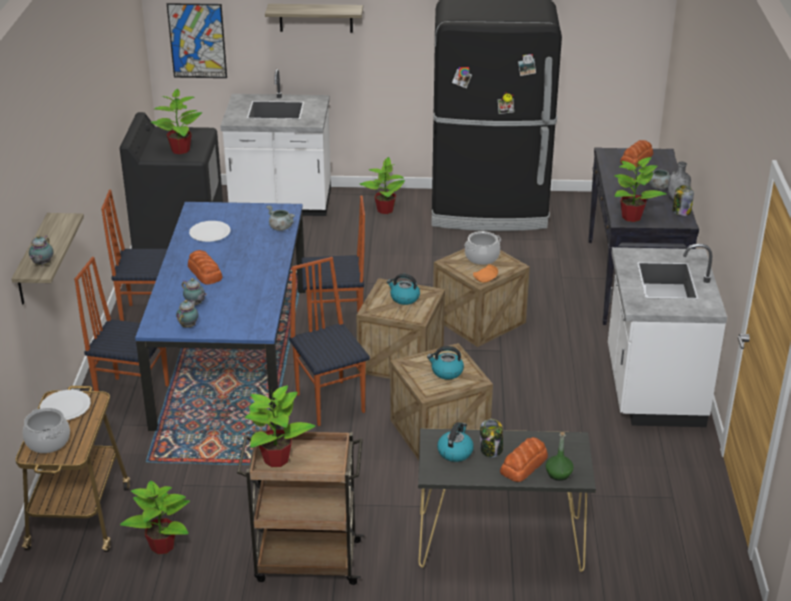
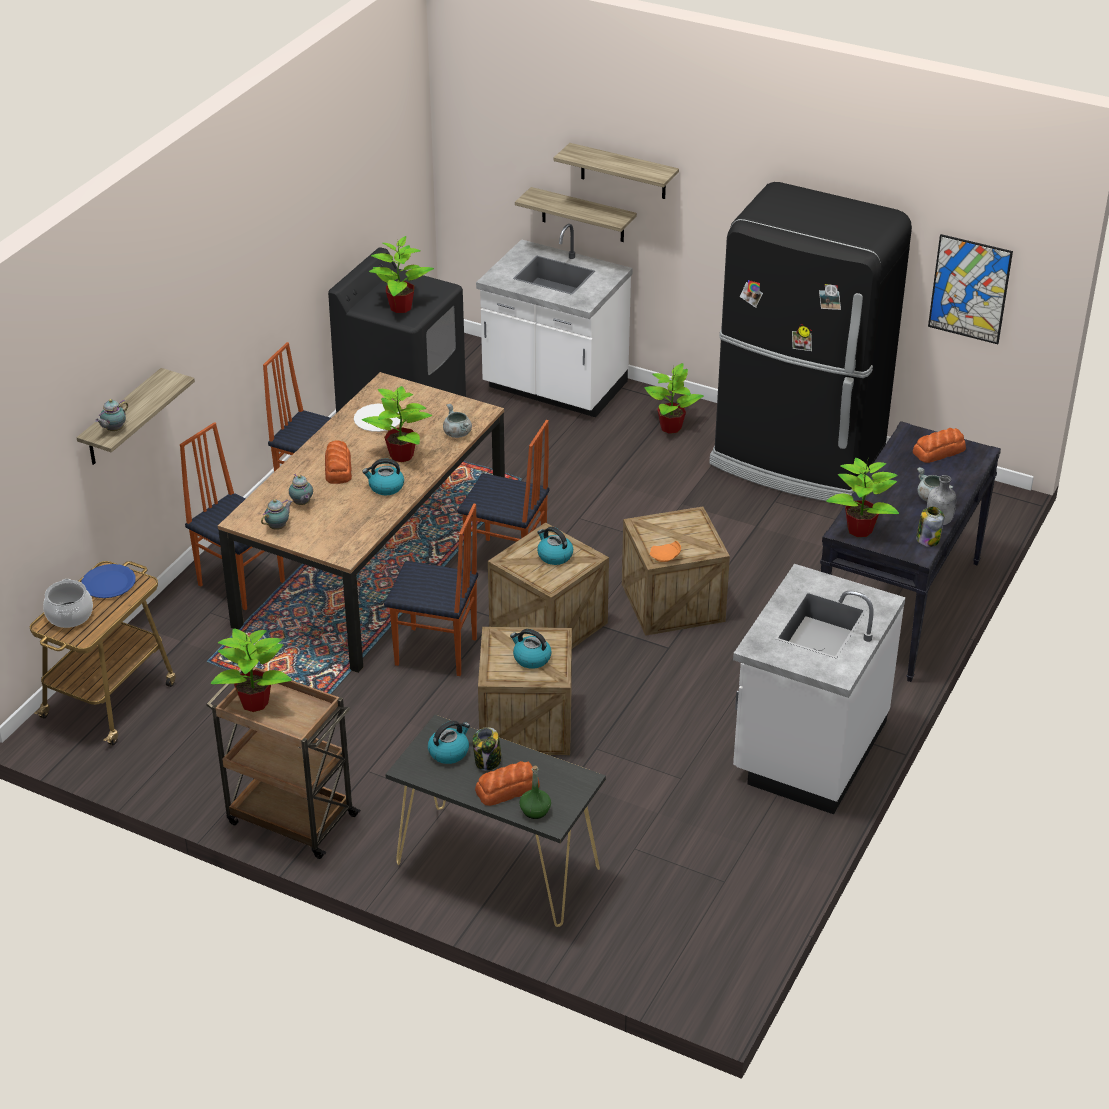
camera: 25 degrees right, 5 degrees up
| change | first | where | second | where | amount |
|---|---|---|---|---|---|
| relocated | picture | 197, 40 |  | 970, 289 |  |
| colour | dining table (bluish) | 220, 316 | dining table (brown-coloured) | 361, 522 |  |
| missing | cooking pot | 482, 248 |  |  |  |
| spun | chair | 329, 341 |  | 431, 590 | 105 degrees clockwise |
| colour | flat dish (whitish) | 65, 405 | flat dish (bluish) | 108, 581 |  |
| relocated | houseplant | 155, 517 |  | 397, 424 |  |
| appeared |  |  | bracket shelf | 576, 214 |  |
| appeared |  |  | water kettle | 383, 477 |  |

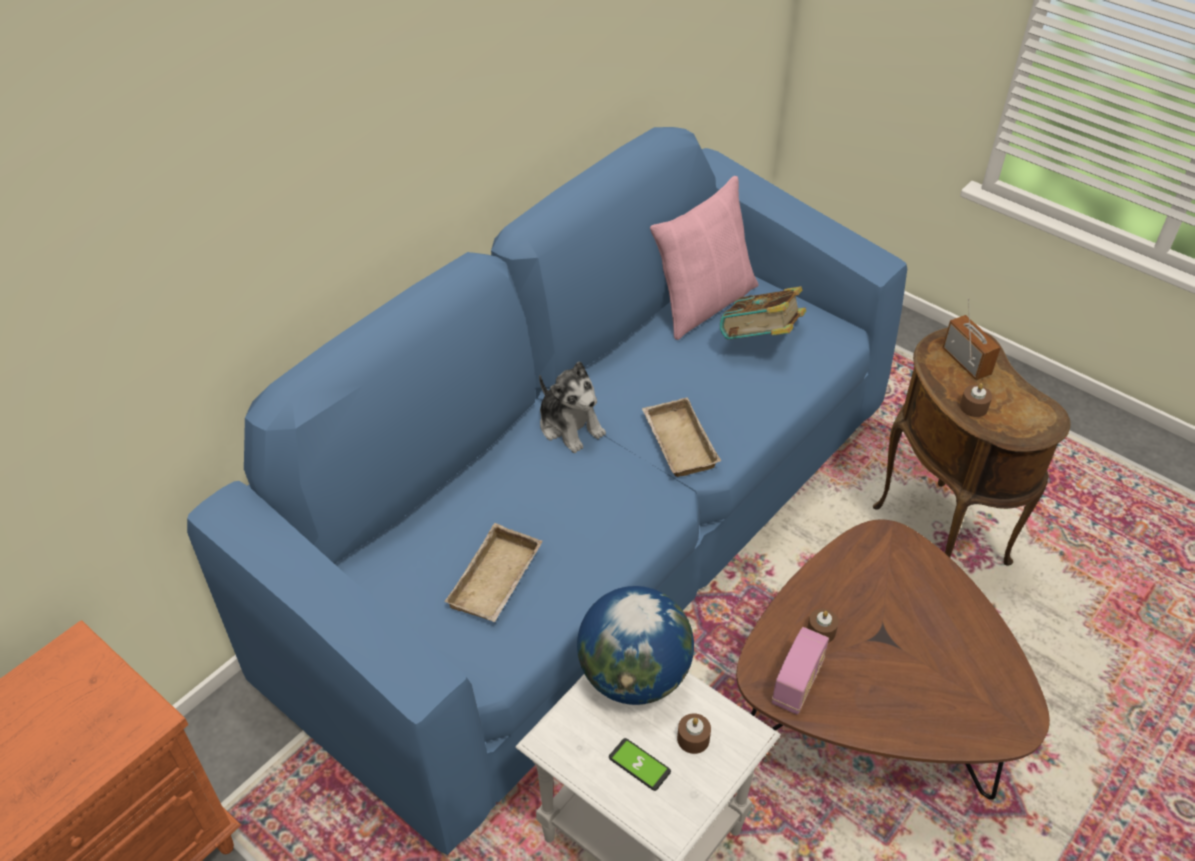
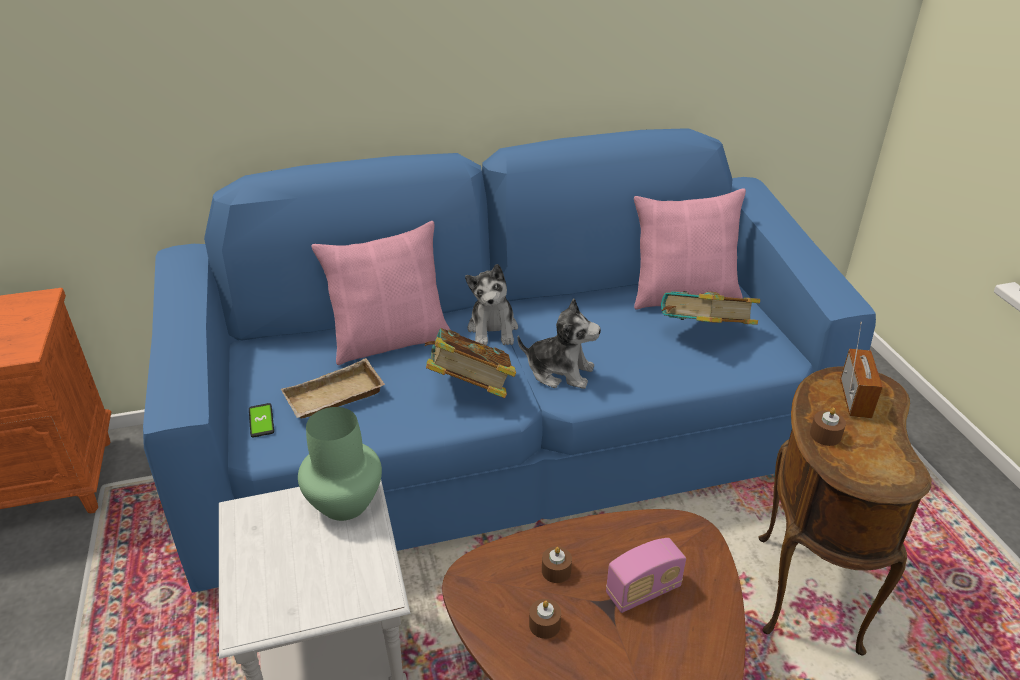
camera: 35 degrees right, 10 degrees down
| change | first | where | second | where | amount |
|---|---|---|---|---|---|
| exchanged | carrying tray (sand-coloured) | 681, 437 | soft toy | 559, 343 |  |
| exchanged | desk globe | 635, 645 | vase (green-coloured) | 340, 464 |  |
| relocated | radio set | 800, 671 |  | 646, 575 |  |
| relocated | wax candle (brown-coloured) | 694, 733 |  | 545, 619 |  |
| relocated | handset | 640, 764 |  | 261, 420 |  |
| appeared |  |  | cushion (pink-coloured) | 380, 293 |  |
| appeared |  |  | bound book | 470, 363 |  |

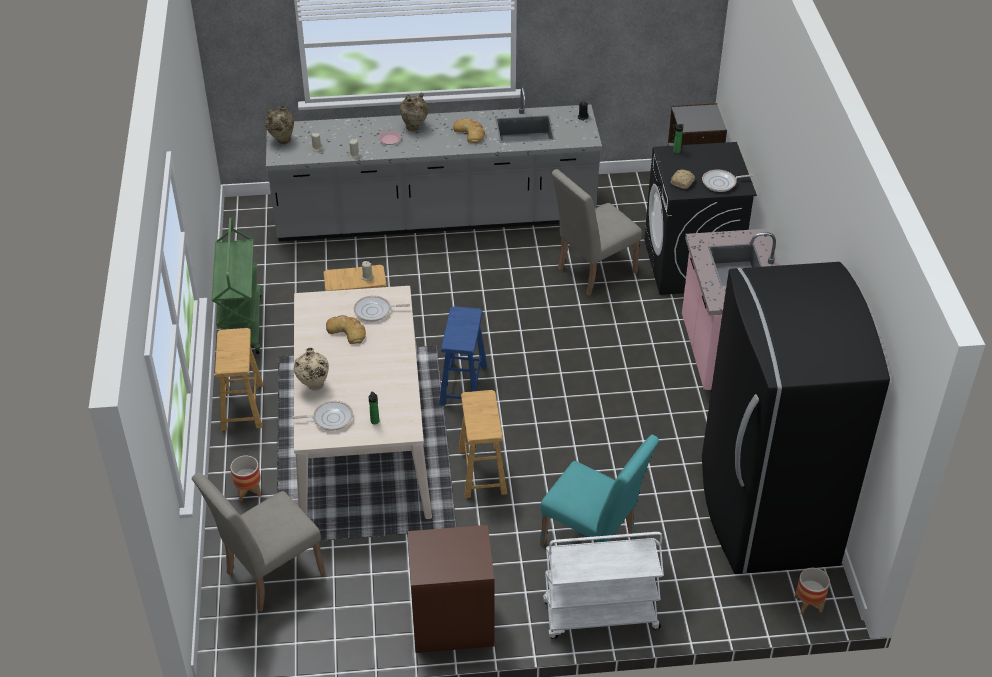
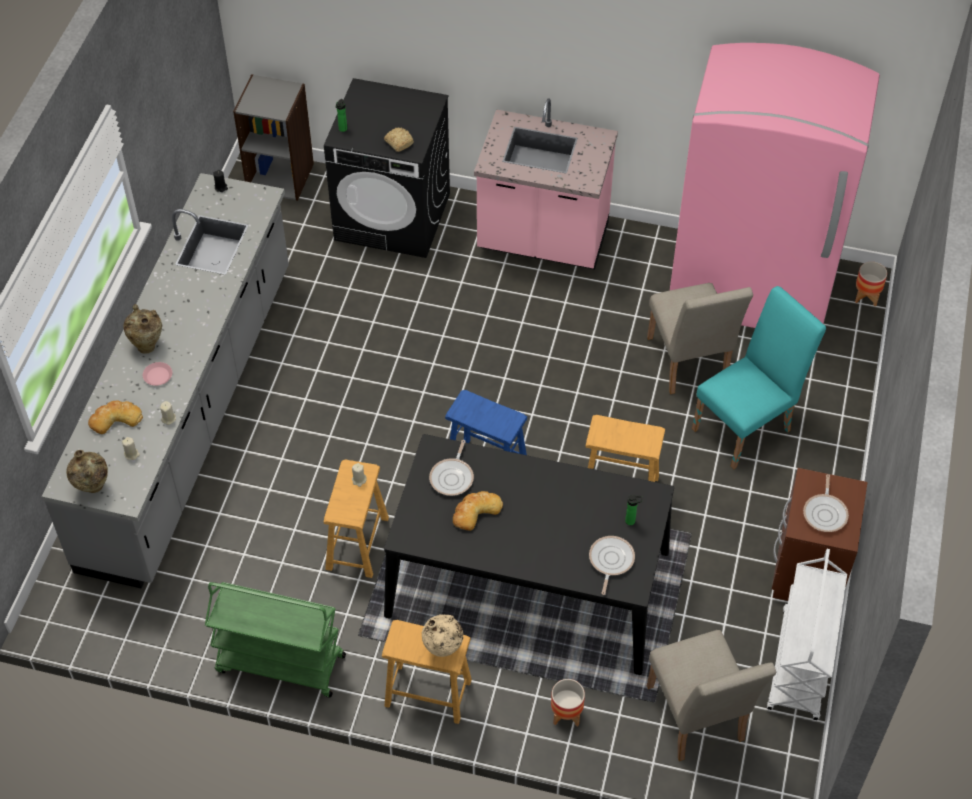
camera: 70 degrees left, 10 degrees up
| change | first | where | second | where | amount |
|---|---|---|---|---|---|
| relocated | bakery bread | 469, 131 |  | 115, 417 |  |
| relocated | chair (sand-coloured) | 596, 232 |  | 700, 338 |  |
| relocated | skillet | 727, 180 |  | 826, 503 |  |
| colour | fridge (black) | 796, 418 | fridge (pink-coloured) | 775, 185 |  |
| colour | dining table (sand-coloured) | 363, 402 | dining table (black) | 529, 554 |  |
| relocated | vase (sand-coloured) | 311, 368 |  | 442, 635 |  |
| relocated | trolley (whitish) | 603, 585 |  | 807, 634 |  |

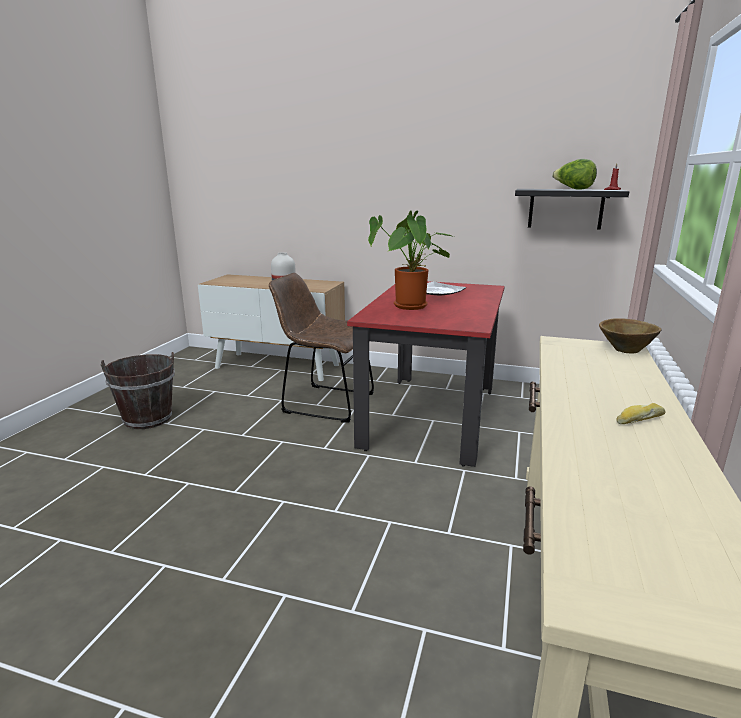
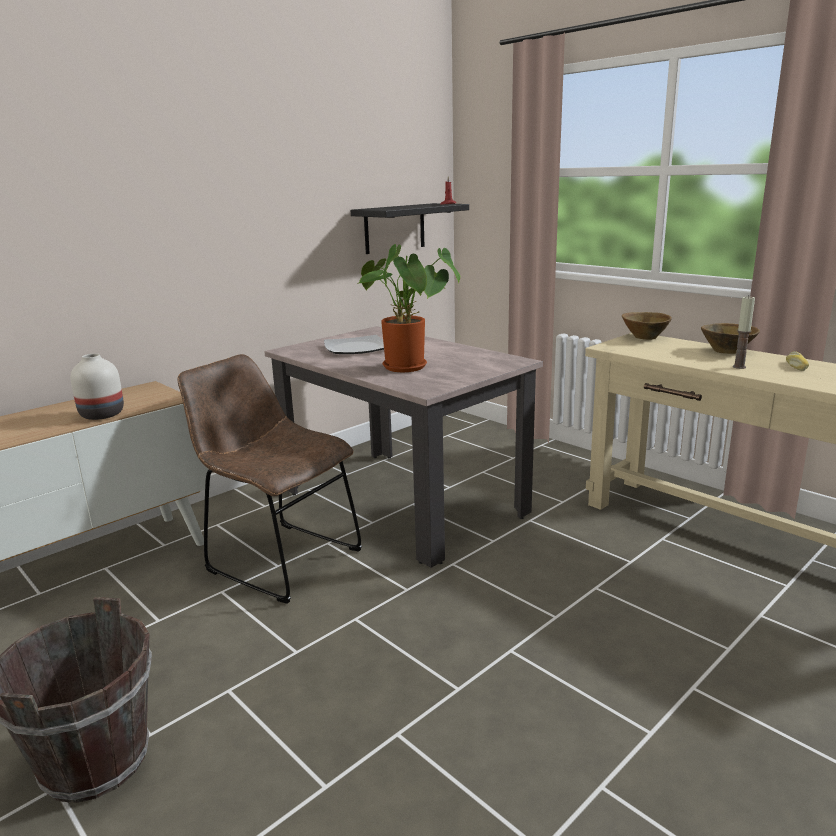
camera: 60 degrees left, 0 degrees up
| change | first | where | second | where | amount |
|---|---|---|---|---|---|
| missing | lettuce | 574, 174 |  |  |  |
| spun | chair (brown-coloured) | 321, 348 |  | 269, 479 | 75 degrees clockwise |
| colour | dining table (red-coloured) | 426, 374 | dining table (sand-coloured) | 403, 447 |  |
| appeared |  |  | wax candle | 744, 332 |  |
| appeared |  |  | bowl (brown-coloured) | 730, 338 |  |

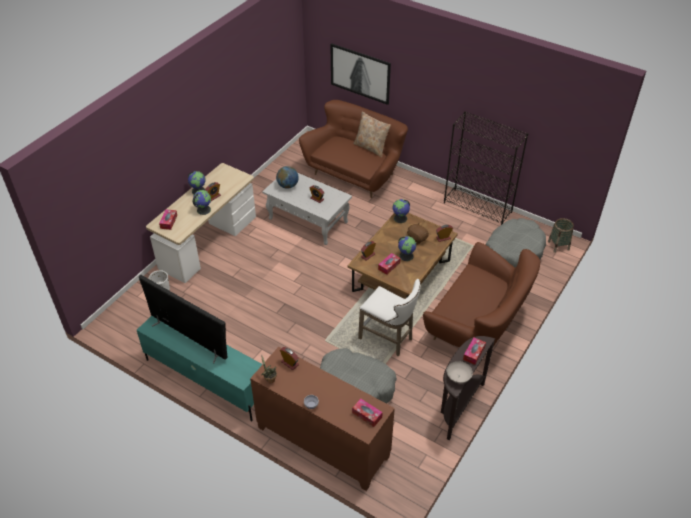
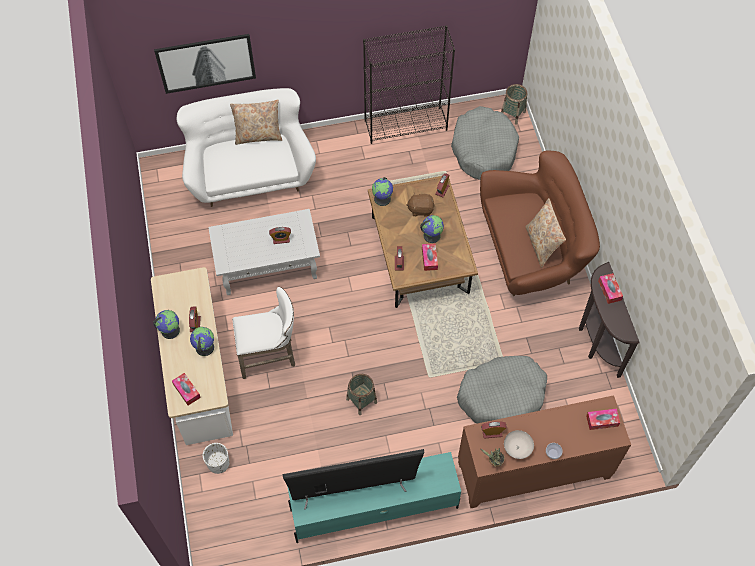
camera: 45 degrees left, 15 degrees up
| change | first | where | second | where | amount |
|---|---|---|---|---|---|
| colour | settee (brown-coloured) | 353, 149 | settee (whitish) | 246, 147 |  |
| missing | desk globe | 287, 177 |  |  |  |
| relocated | stool seat (whitish) | 389, 317 |  | 263, 333 |  |
| relocated | bowl (whitish) | 460, 372 |  | 519, 444 |  |
| appeared |  |  | cushion (sand-coloured) | 545, 233 |  |
| appeared |  |  | basket | 361, 394 |  |

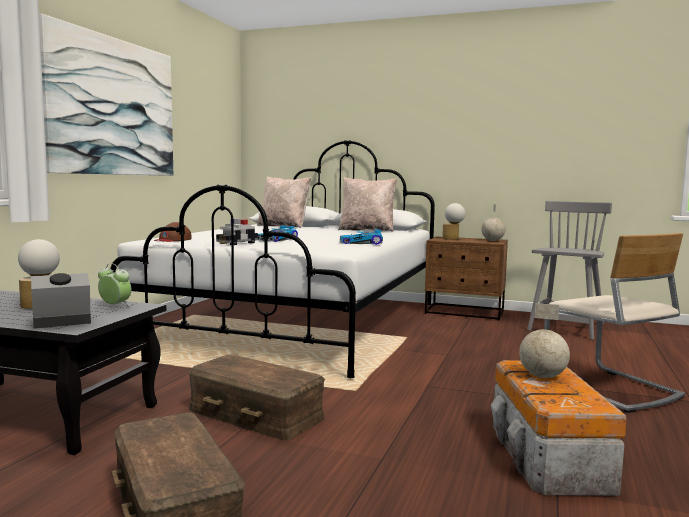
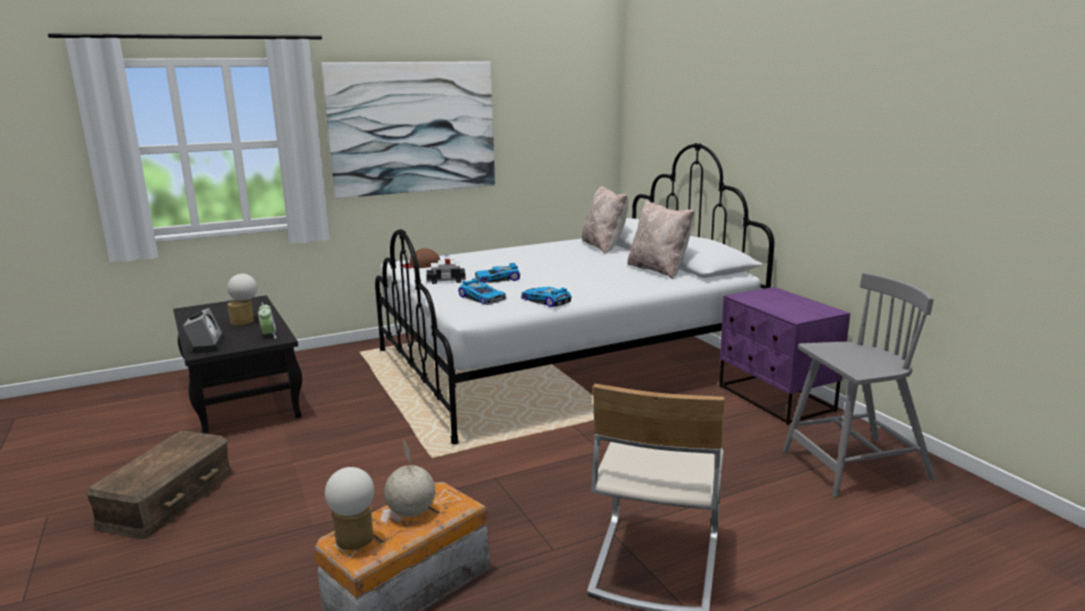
camera: 45 degrees right, 10 degrees up
| change | first | where | second | where | amount |
|---|---|---|---|---|---|
| relocated | lamp for a table | 453, 221 |  | 349, 508 |  |
| missing | desk globe | 493, 222 |  |  |  |
| colour | nightstand (brown-coloured) | 466, 279 | nightstand (purplish) | 784, 356 |  |
| spun | table clock | 61, 301 |  | 204, 331 | 60 degrees clockwise |
| missing | storage bin (brown-coloured) | 257, 397 |  |  |  |
| appeared |  |  | toy car | 482, 292 |  |

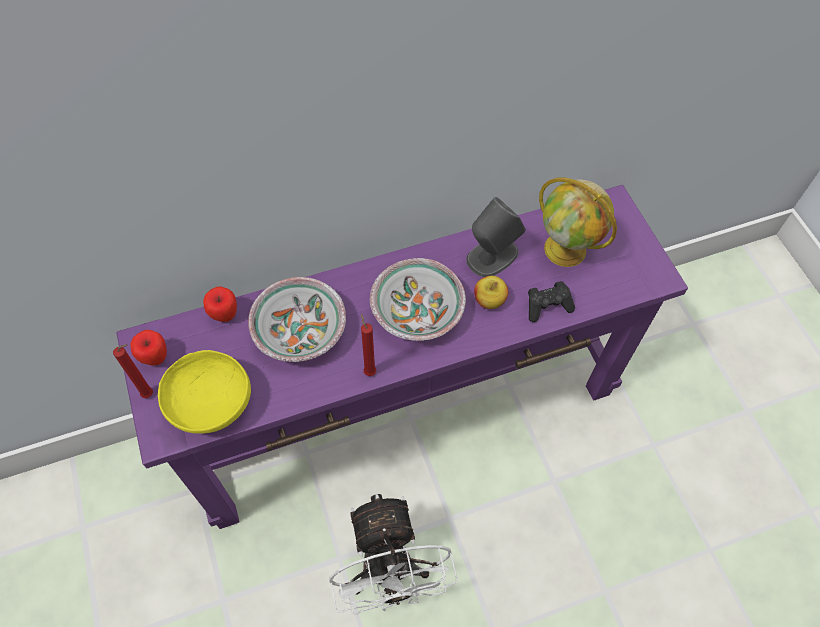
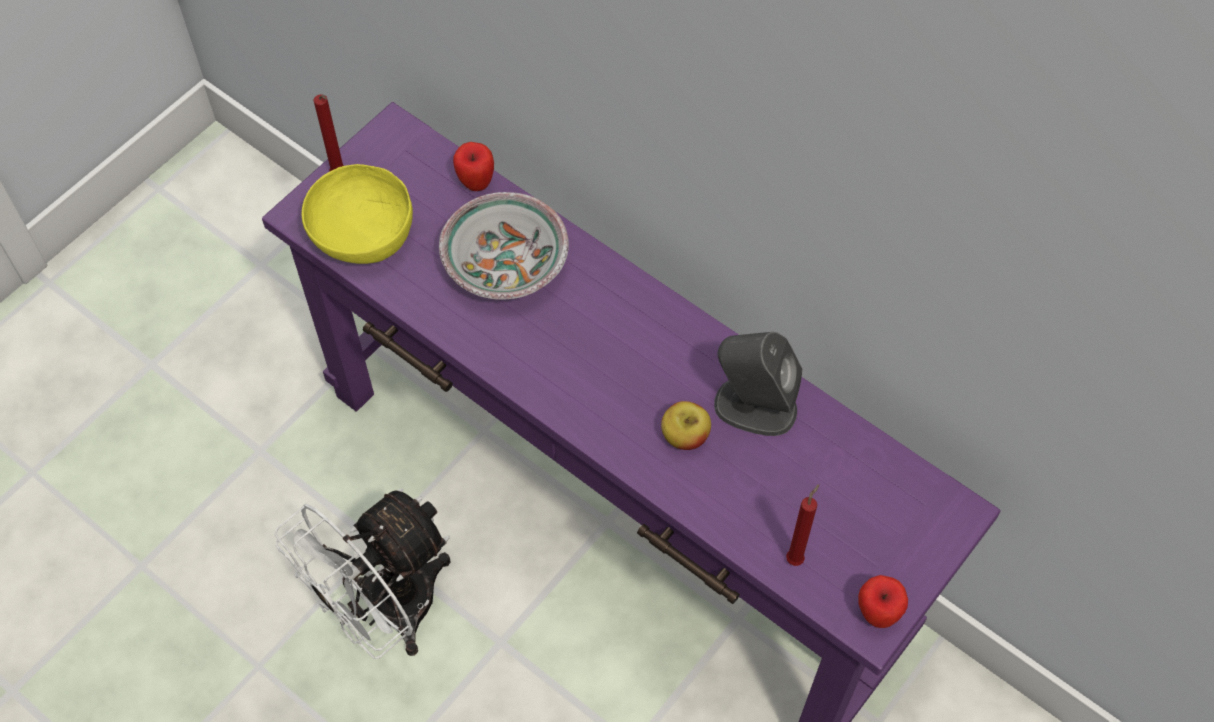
camera: 60 degrees right, 0 degrees up
| change | first | where | second | where | amount |
|---|---|---|---|---|---|
| missing | desk globe | 578, 222 |  |  |  |
| missing | bowl | 418, 299 |  |  |  |
| missing | game controller (black) | 551, 301 |  |  |  |
| relocated | wax candle (red-coloured) | 368, 344 |  | 802, 525 |  |
| relocated | whole apple | 149, 348 |  | 883, 601 |  |

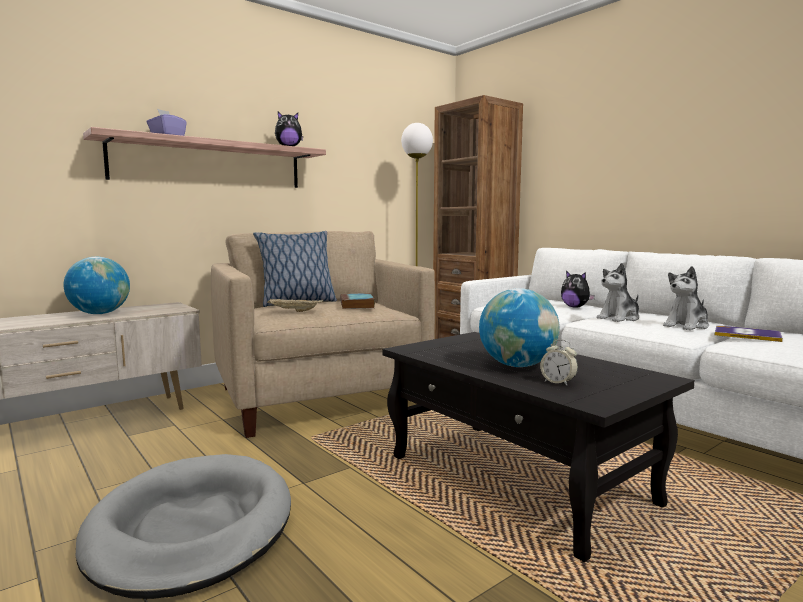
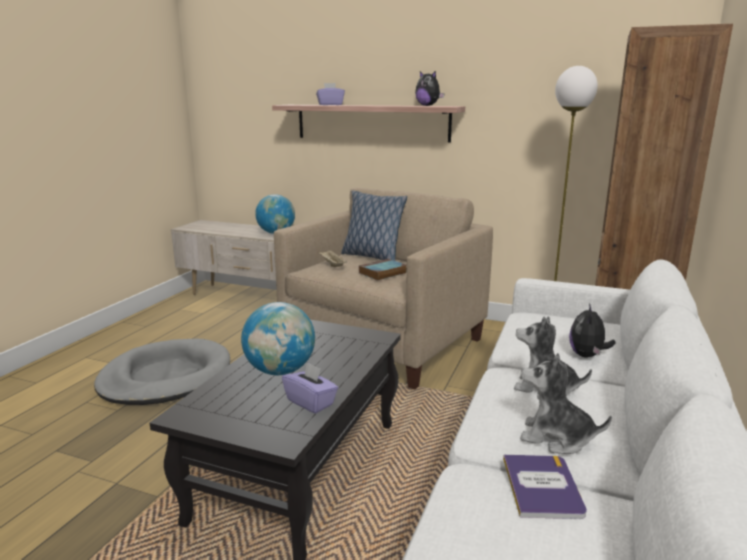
camera: 60 degrees right, 10 degrees up
| change | first | where | second | where | amount |
|---|---|---|---|---|---|
| missing | table clock | 559, 362 |  |  |  |
| appeared |  |  | tissue holder (purplish) | 310, 388 |  |

